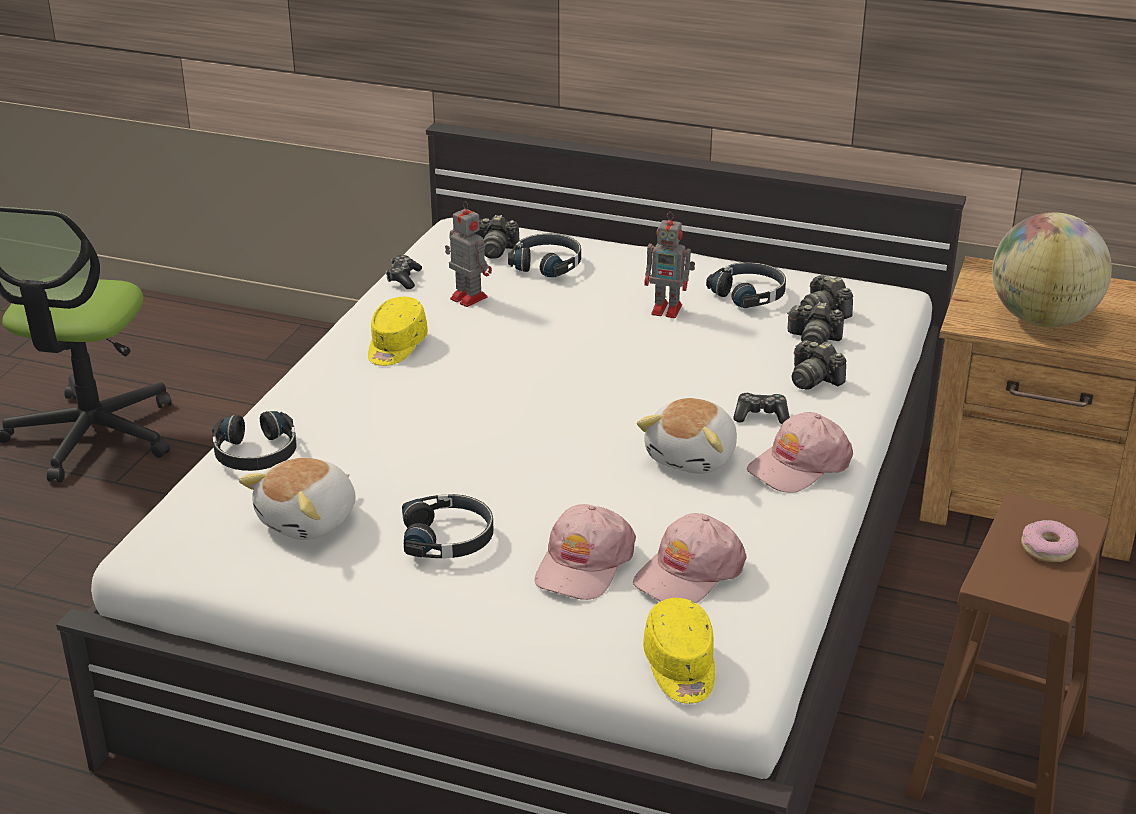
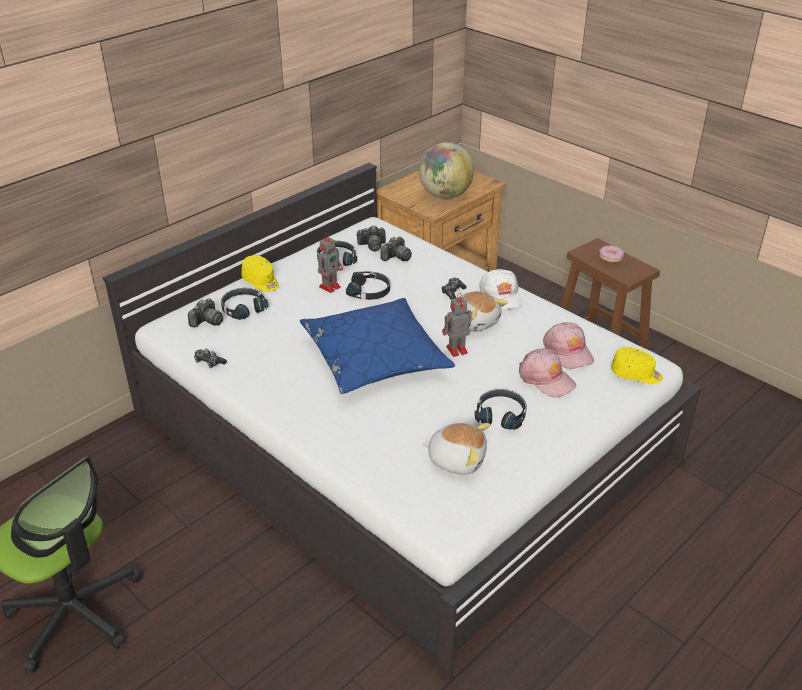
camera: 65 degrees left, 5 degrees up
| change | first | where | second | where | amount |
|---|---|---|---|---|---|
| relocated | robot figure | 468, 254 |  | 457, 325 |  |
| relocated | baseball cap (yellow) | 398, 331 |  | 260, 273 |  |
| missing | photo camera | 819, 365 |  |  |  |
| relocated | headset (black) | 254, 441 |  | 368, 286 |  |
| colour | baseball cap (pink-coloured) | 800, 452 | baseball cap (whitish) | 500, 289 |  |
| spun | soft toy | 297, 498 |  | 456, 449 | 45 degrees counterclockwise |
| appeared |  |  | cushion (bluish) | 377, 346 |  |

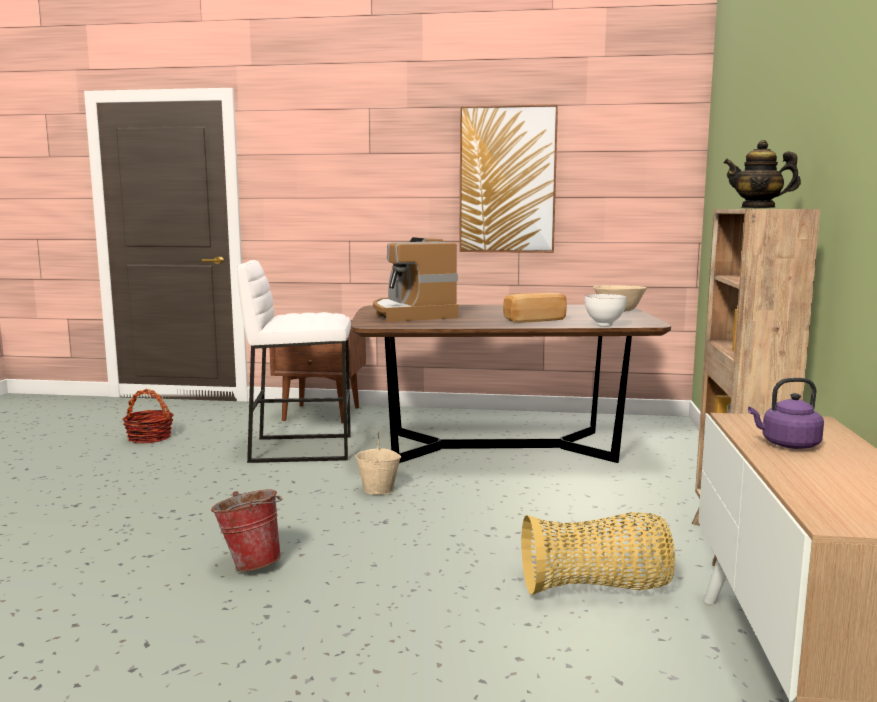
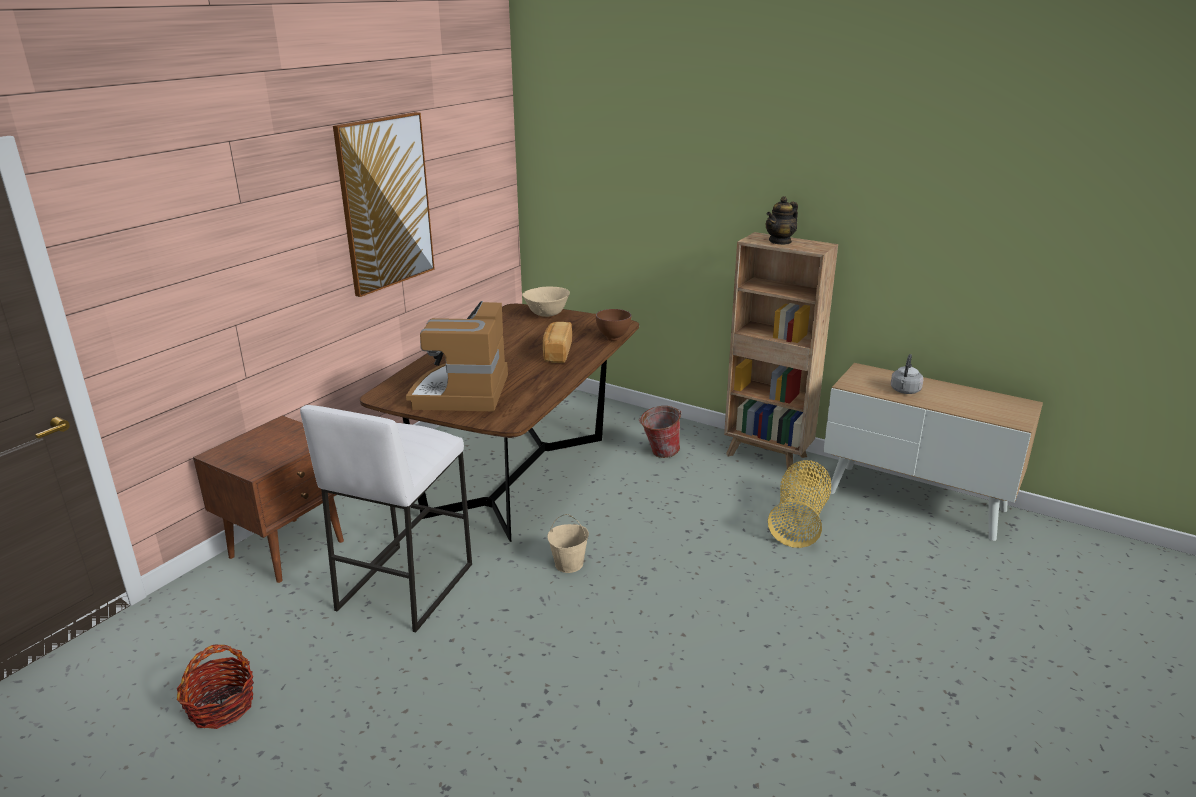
camera: 65 degrees left, 15 degrees up
| change | first | where | second | where | amount |
|---|---|---|---|---|---|
| spun | coffee brewer | 416, 279 |  | 457, 356 | 90 degrees clockwise |
| colour | bowl (whitish) | 606, 310 | bowl (brown-coloured) | 613, 325 |  |
| colour | water kettle (purplish) | 786, 413 | water kettle (greyish) | 907, 374 |  |
| relocated | water bucket | 247, 530 |  | 660, 432 |  |

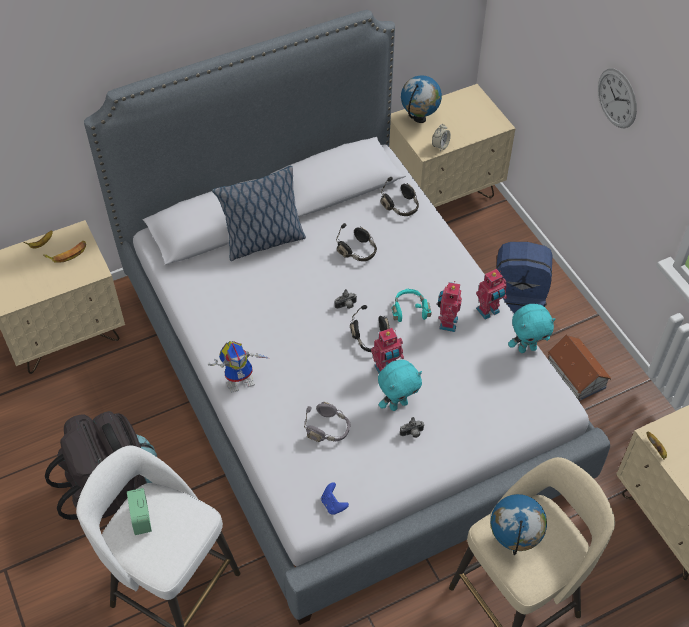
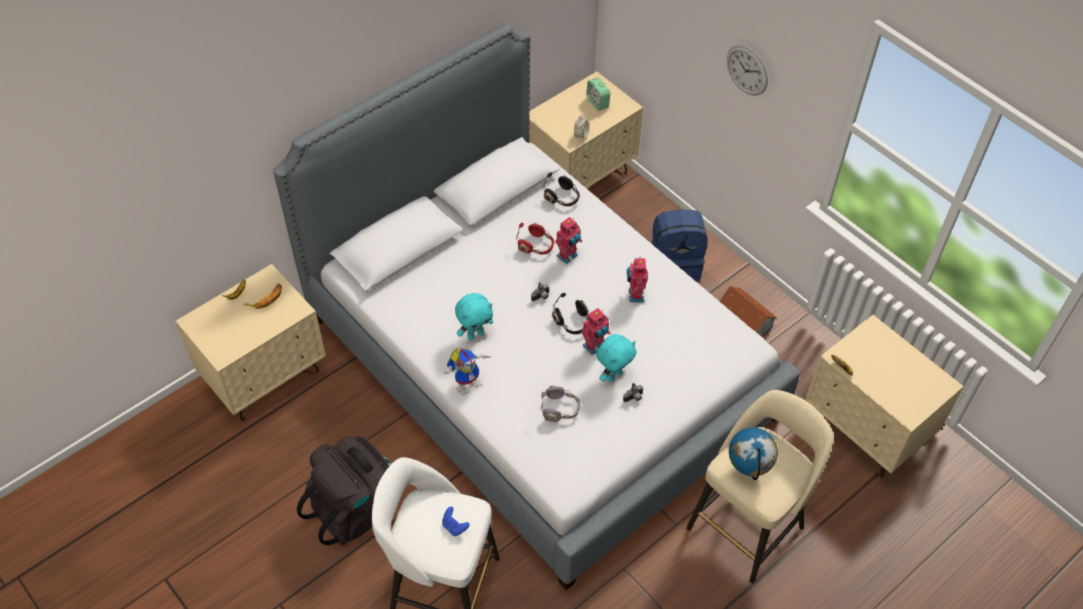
camera: 15 degrees left, 0 degrees up
| change | first | where | second | where | amount |
|---|---|---|---|---|---|
| missing | desk globe | 421, 99 |  |  |  |
| missing | cushion | 259, 213 |  |  |  |
| colour | headset (black) | 356, 242 | headset (red-coloured) | 535, 238 |  |
| relocated | robot figure | 491, 294 |  | 568, 240 |  |
| missing | headset (turquoise) | 411, 305 |  |  |  |
| relocated | soft toy (turquoise) | 531, 328 |  | 474, 316 |  |
| relocated | game controller (bluish) | 335, 498 |  | 456, 521 |  |
| relocated | table clock | 139, 511 |  | 598, 94 |  |

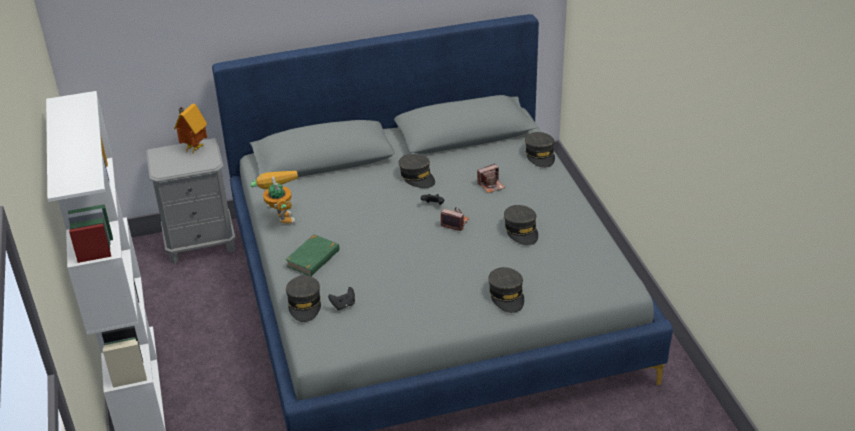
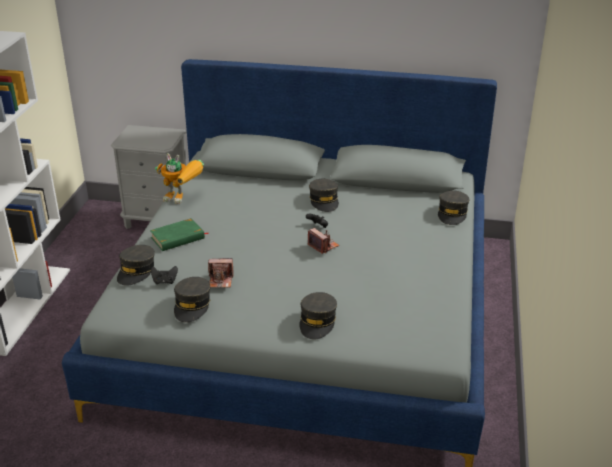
camera: 25 degrees right, 5 degrees down
| change | first | where | second | where | amount |
|---|---|---|---|---|---|
| missing | model house | 190, 128 |  |  |  |
| relocated | photo camera | 491, 178 |  | 221, 273 |  |
| spun | robot figure | 274, 198 |  | 179, 178 | 105 degrees clockwise |
| relocated | baseball cap (greyish) | 521, 225 |  | 192, 299 |  |

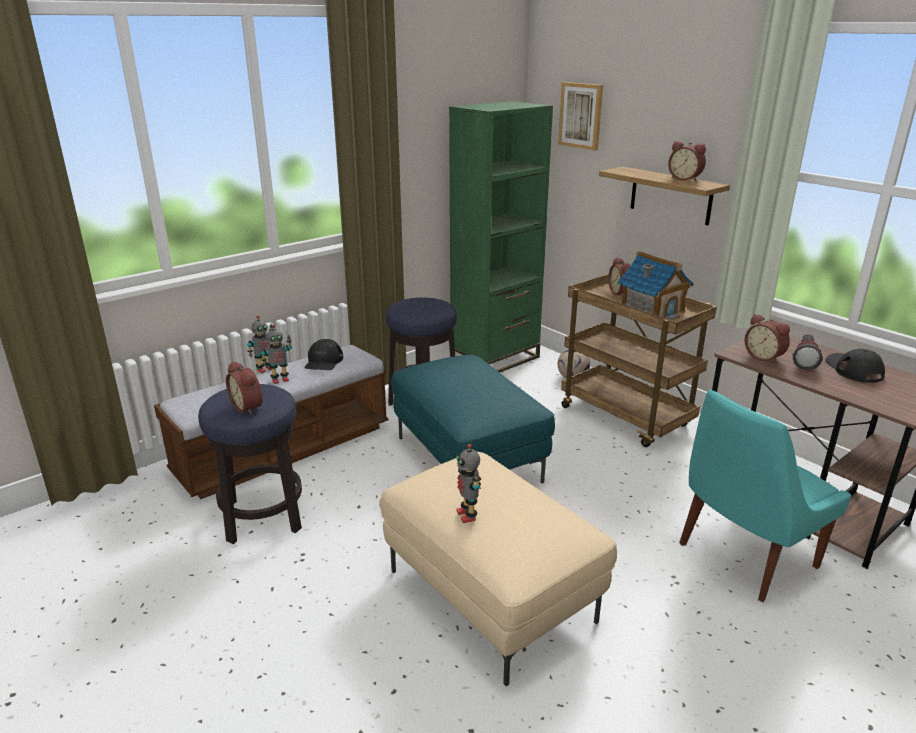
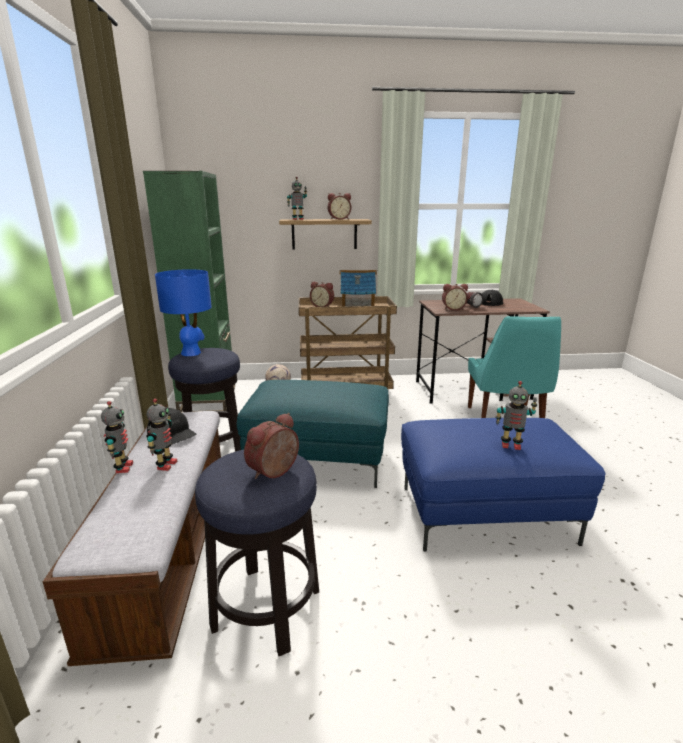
camera: 55 degrees left, 5 degrees down
| change | first | where | second | where | amount |
|---|---|---|---|---|---|
| missing | picture | 580, 116 |  |  |  |
| spun | table clock | 244, 388 |  | 271, 446 | 135 degrees clockwise |
| colour | ottoman (sand-coloured) | 498, 568 | ottoman (bluish) | 503, 485 |  |
| appeared |  |  | robot figure | 297, 198 |  |
| appeared |  |  | lamp for a table (bluish) | 183, 312 |  |

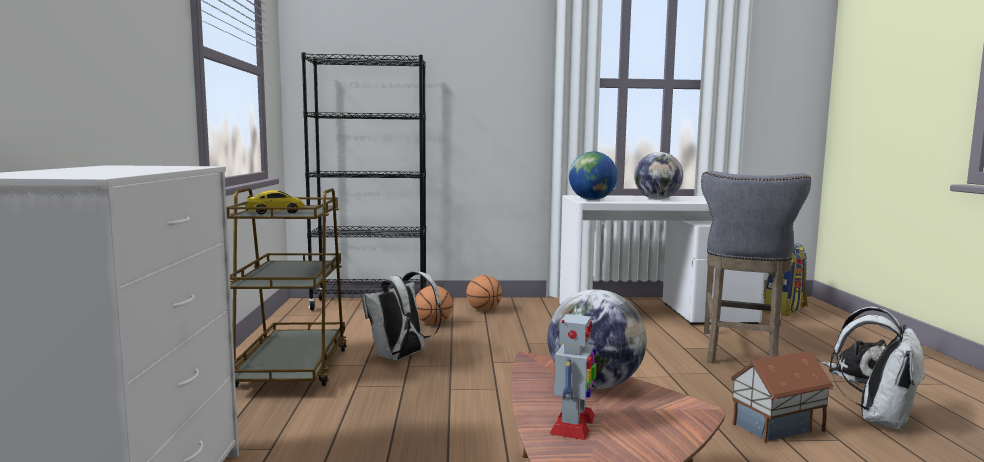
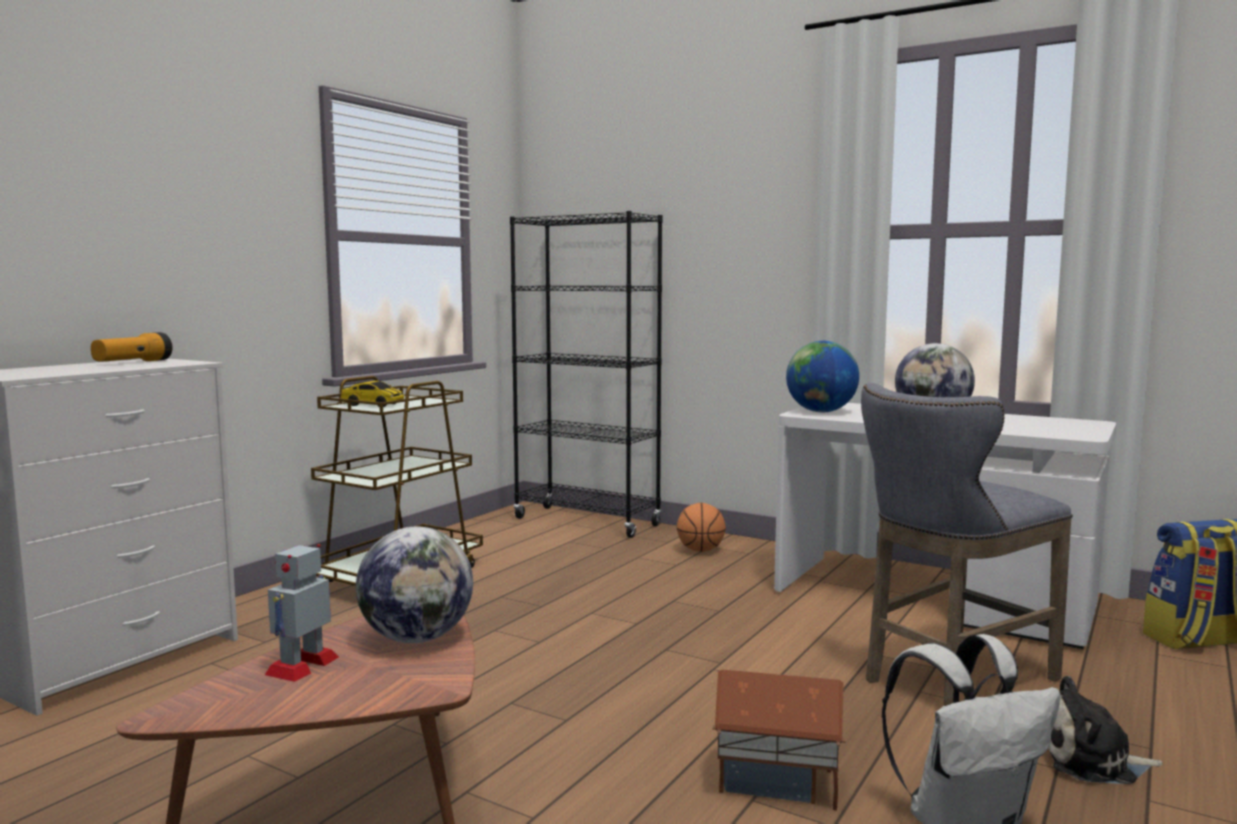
camera: 35 degrees right, 0 degrees up
| change | first | where | second | where | amount |
|---|---|---|---|---|---|
| missing | knapsack (whitish) | 402, 316 |  |  |  |
| missing | ball for basketball | 434, 305 |  |  |  |
| spun | robot figure | 573, 375 |  | 302, 613 | 150 degrees clockwise |
| spun | soft toy | 854, 362 |  | 1105, 730 | 90 degrees clockwise |
| appeared |  |  | hand torch | 131, 347 |  |

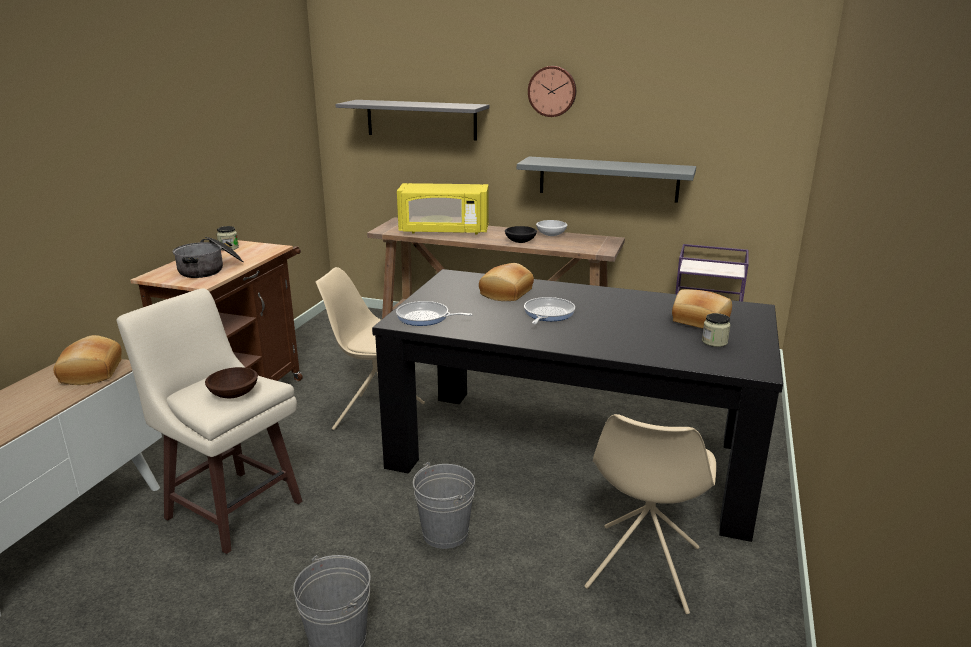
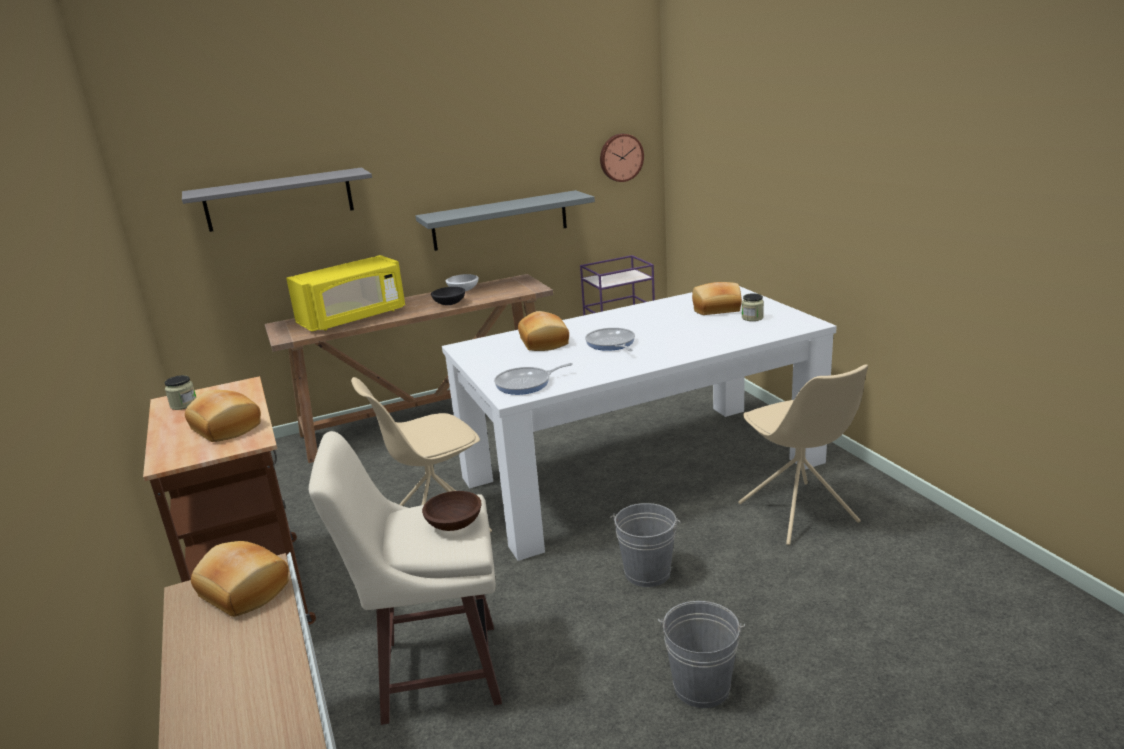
camera: 40 degrees left, 0 degrees up
| change | first | where | second | where | amount |
|---|---|---|---|---|---|
| relocated | wall clock | 552, 91 |  | 622, 158 |  |
| exchanged | cooking pot | 208, 257 | bakery bread | 223, 416 |  |
| colour | dining table (black) | 577, 405 | dining table (whitish) | 639, 423 |  |

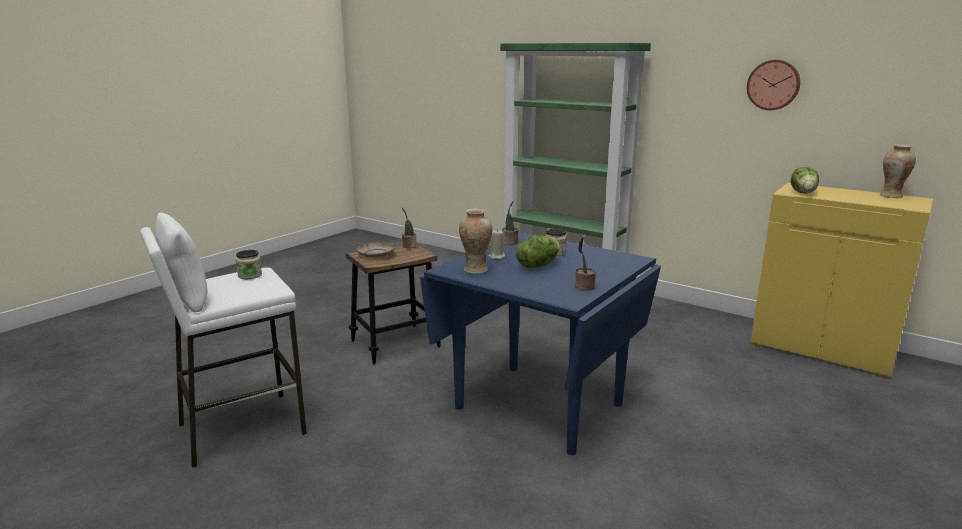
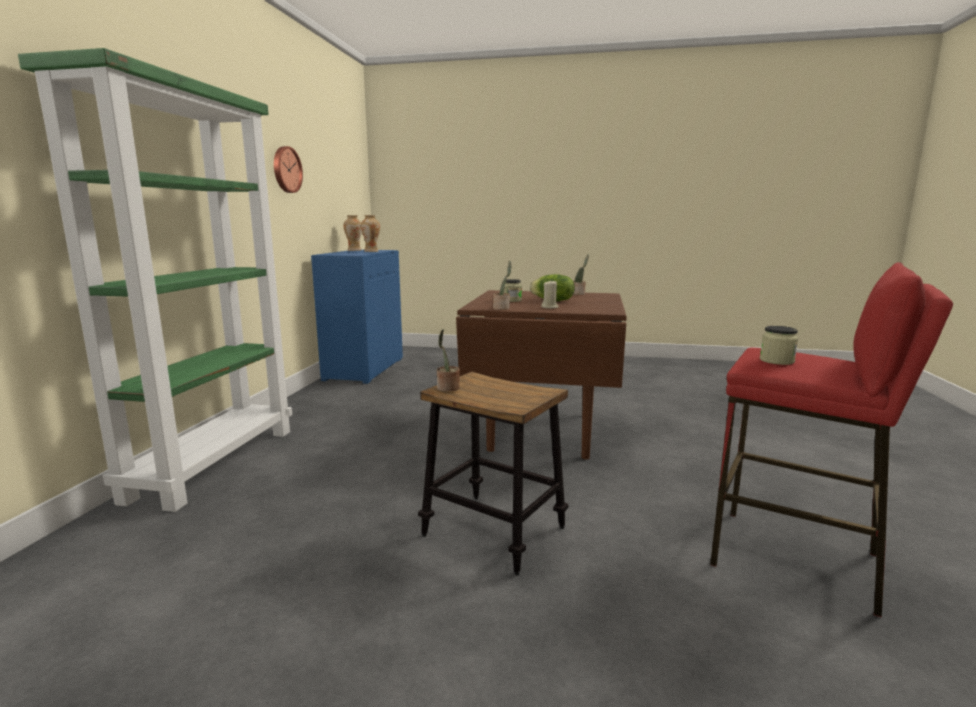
camera: 115 degrees left, 5 degrees down
| change | first | where | second | where | amount |
|---|---|---|---|---|---|
| missing | lettuce | 805, 180 |  |  |  |
| colour | cupboard (yellow) | 841, 281 | cupboard (bluish) | 357, 317 |  |
| relocated | vase | 475, 241 |  | 370, 233 |  |
| colour | stool seat (whitish) | 223, 340 | stool seat (red-coloured) | 831, 440 |  |
| colour | dining table (bluish) | 540, 343 | dining table (brown-coloured) | 541, 374 |  |
| missing | flat dish (sand-coloured) | 376, 250 |  |  |  |

